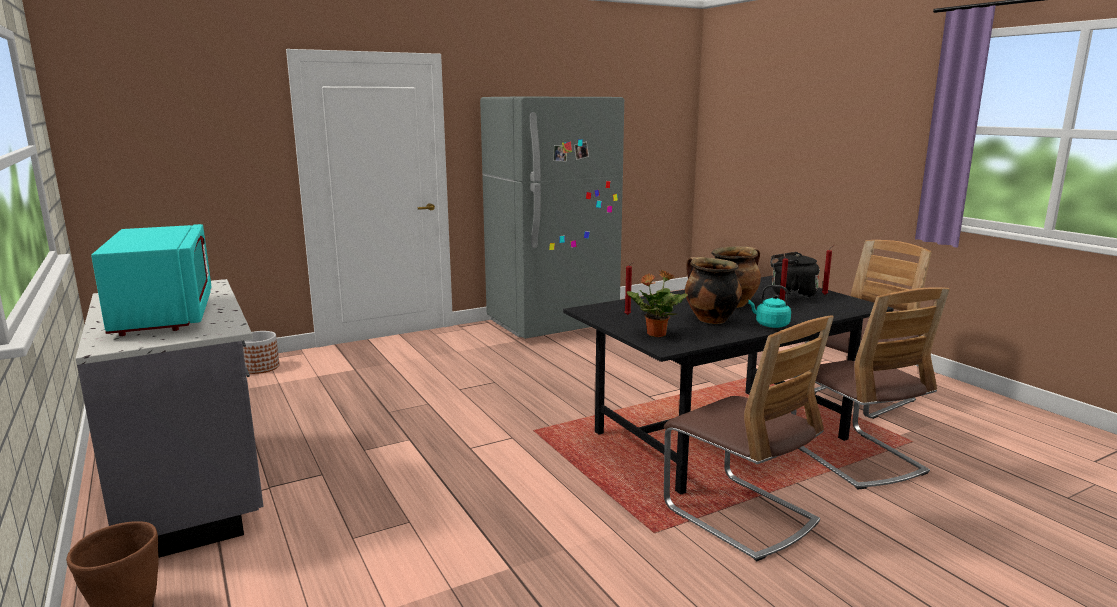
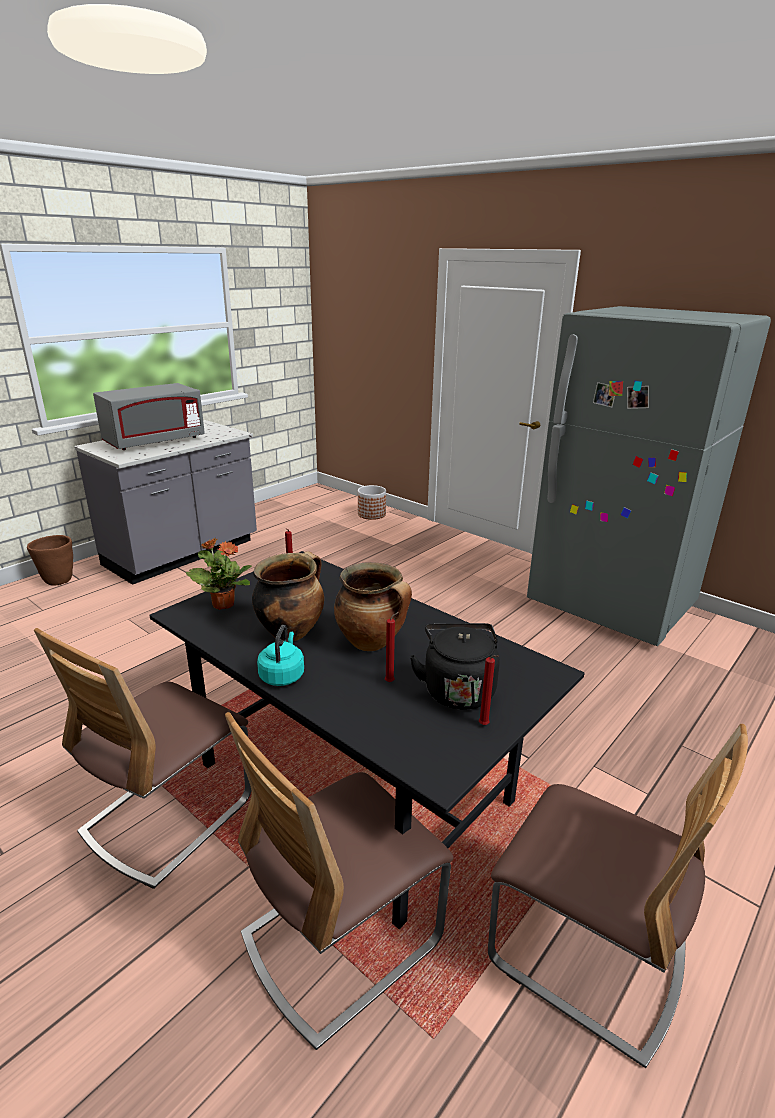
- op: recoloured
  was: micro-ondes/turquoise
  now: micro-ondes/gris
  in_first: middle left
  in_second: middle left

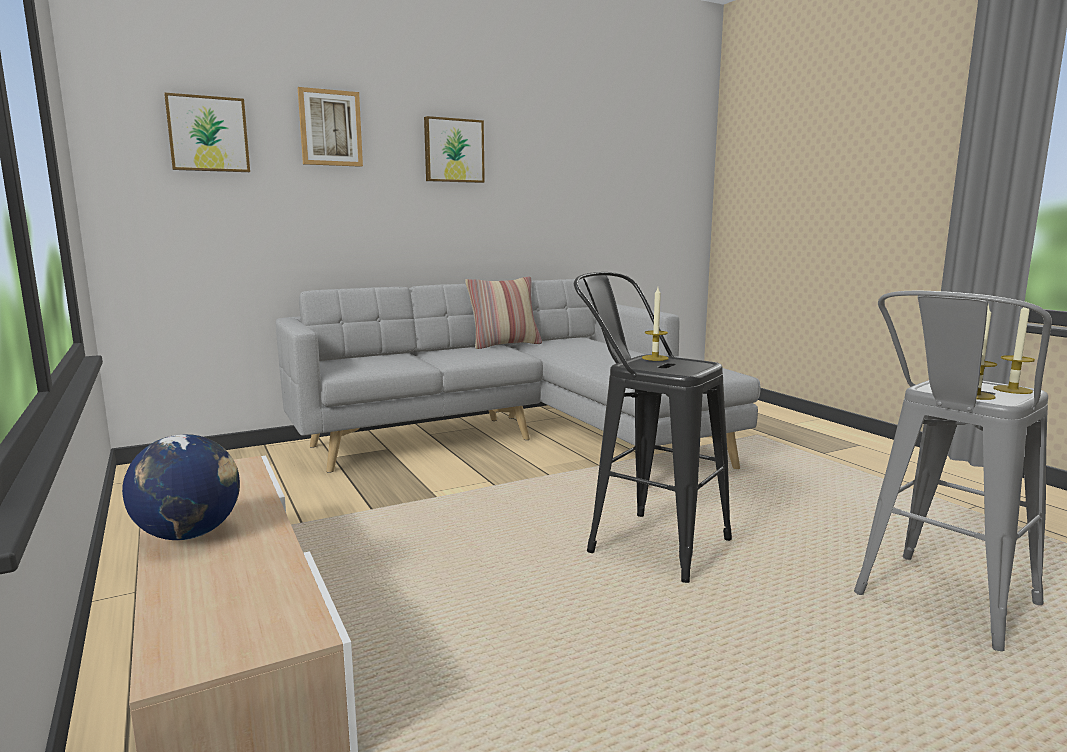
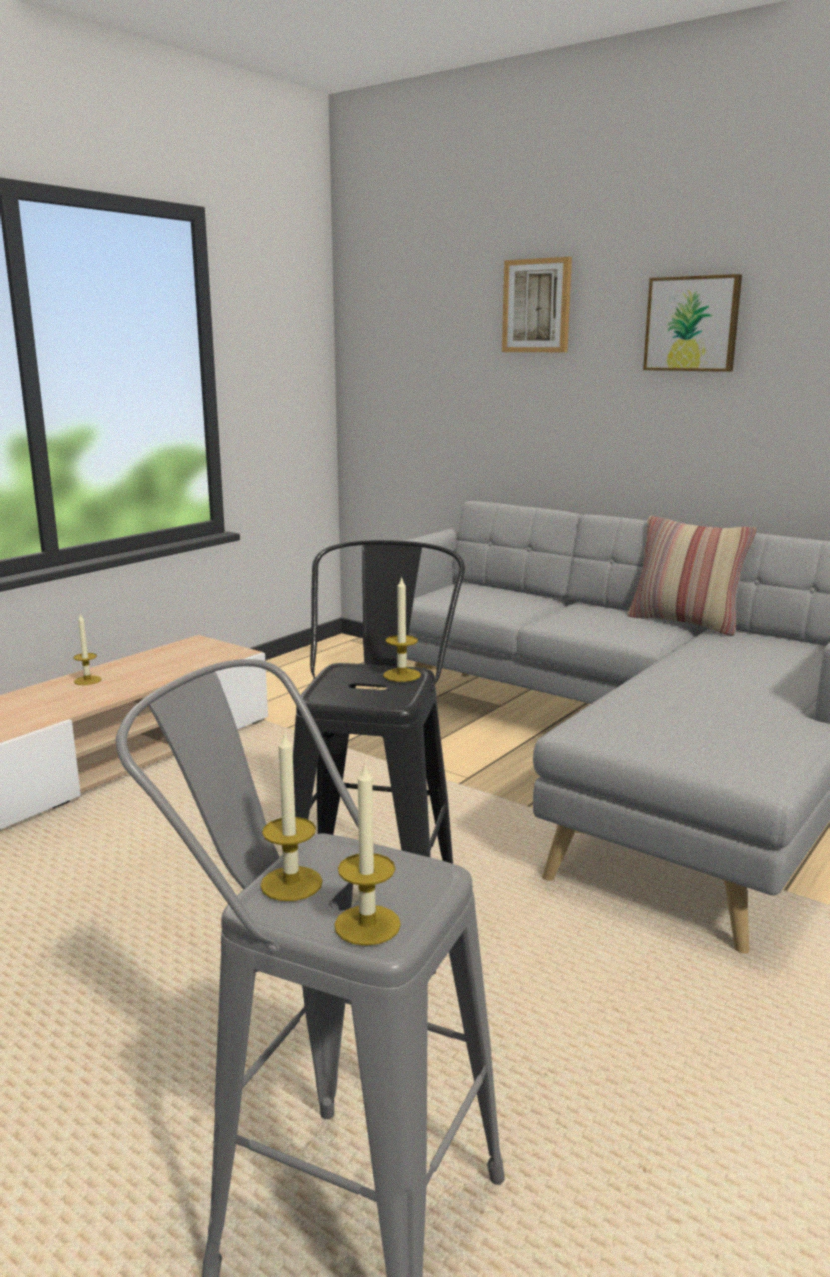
- op: removed
  was: tableau (1st from left)
  in_first: top left
- op: replaced
  was: globe
  now: bougie (1st from left)
  in_first: middle left
  in_second: middle left

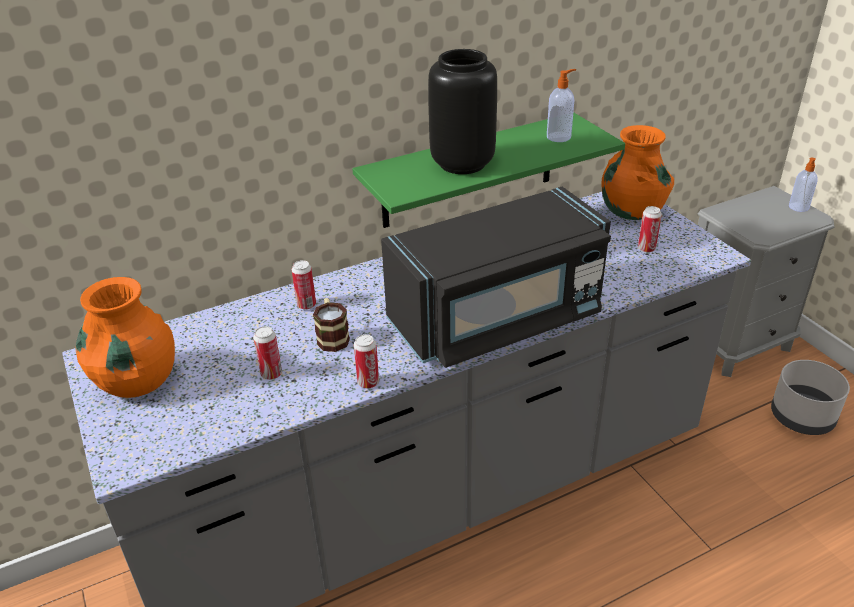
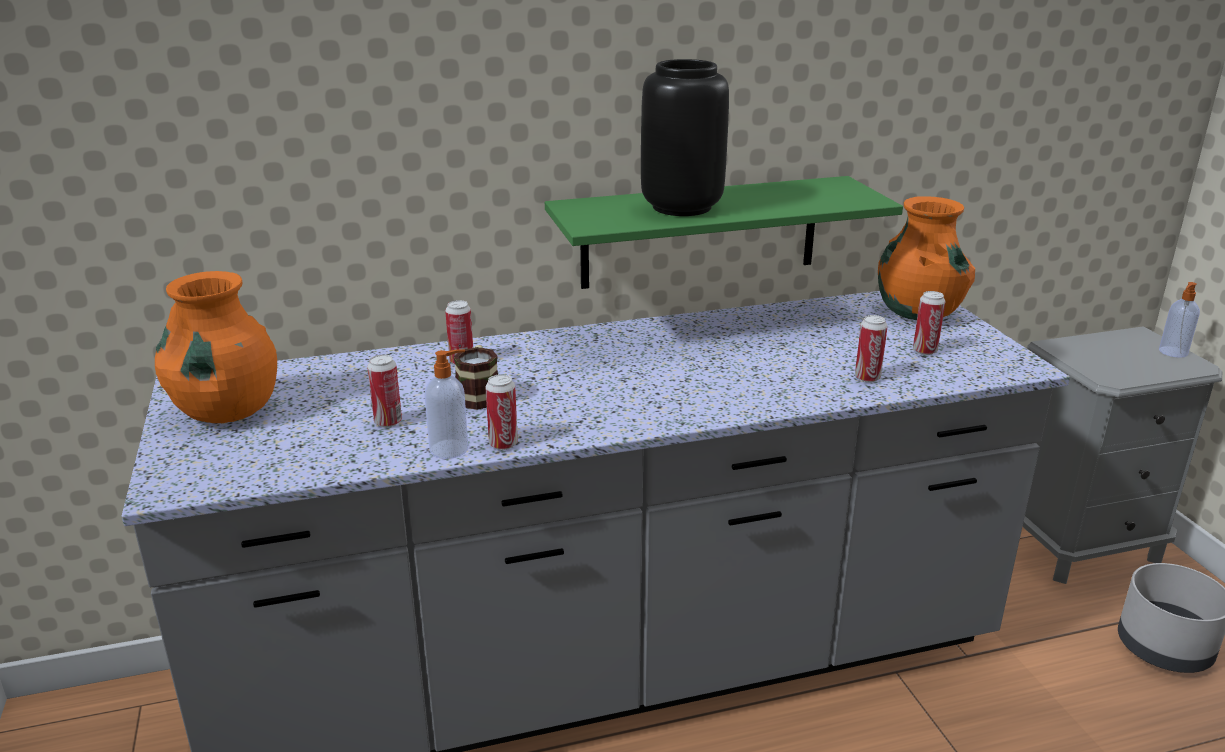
- op: moved
  was: distributeur de savon (1st from left)
  in_first: top centre
  in_second: centre
- op: removed
  was: micro-ondes/noir
  in_first: centre
- op: added
  now: boîte métallique (4th from left)
  in_second: middle right

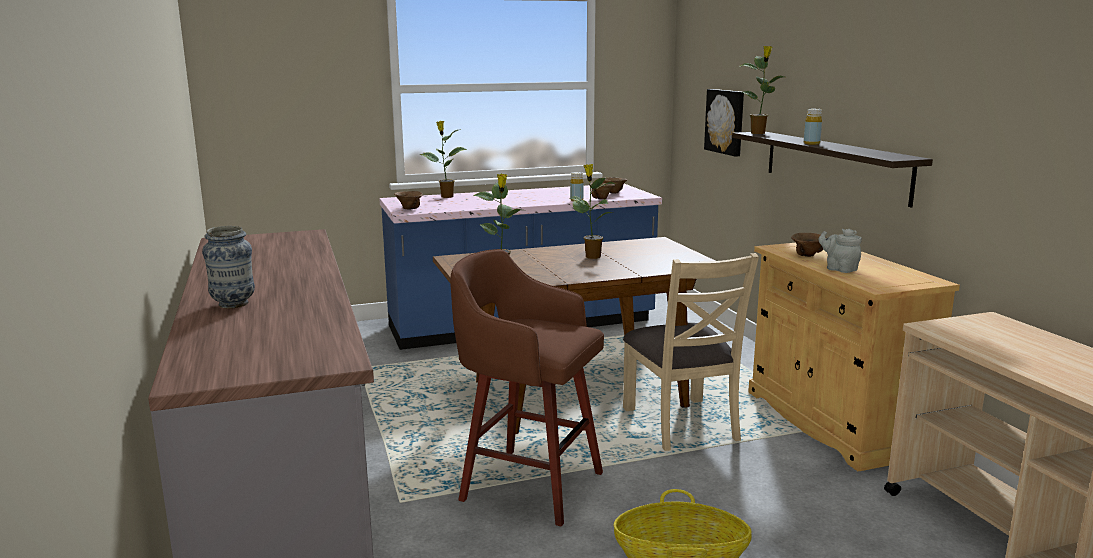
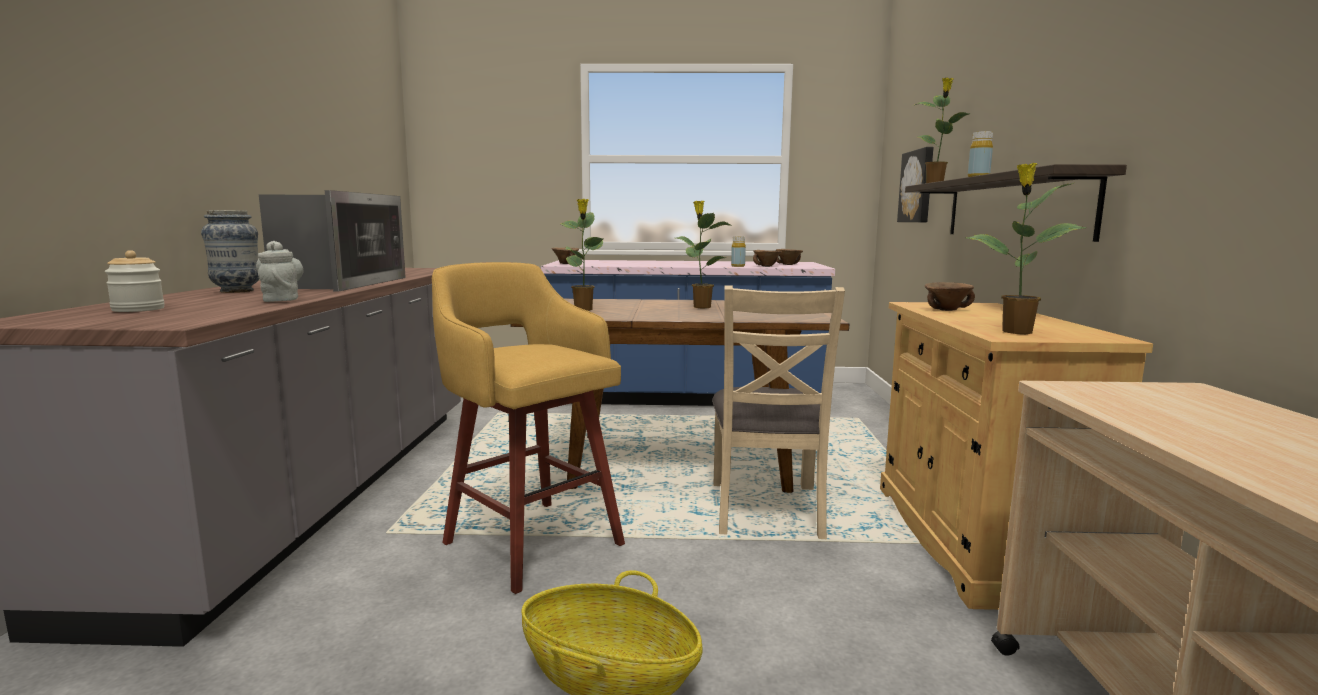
- op: moved
  was: plante en pot (1st from left in the first image)
  now: plante en pot (4th from left)
  in_first: top centre
  in_second: middle right
- op: moved
  was: théière/gris
  in_first: middle right
  in_second: middle left
- op: recoloured
  was: tabouret/marron
  now: tabouret/jaune
  in_first: bottom centre
  in_second: centre
- op: added
  now: micro-ondes
  in_second: middle left
- op: added
  now: bocal
  in_second: middle left

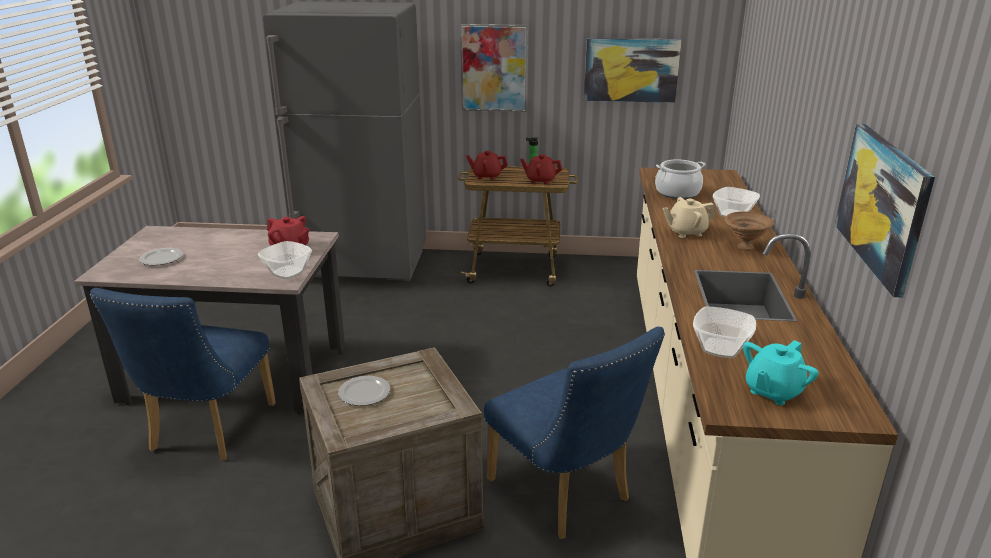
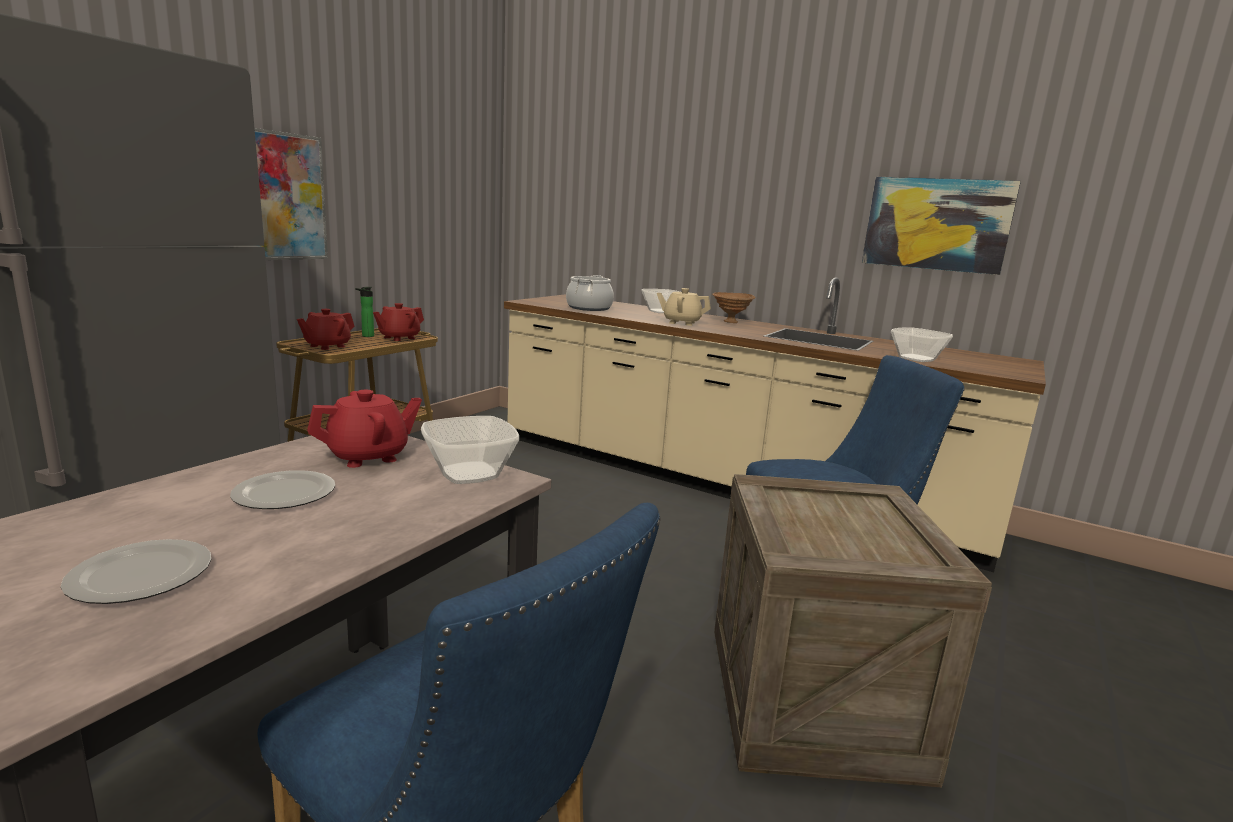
- op: removed
  was: tableau (2nd from left)
  in_first: top centre
- op: turned
  was: théière/beige
  in_first: middle right
  in_second: centre
  clockwise: 90
- op: removed
  was: théière/turquoise
  in_first: bottom right
- op: moved
  was: assiette (2nd from left)
  in_first: bottom centre
  in_second: middle left

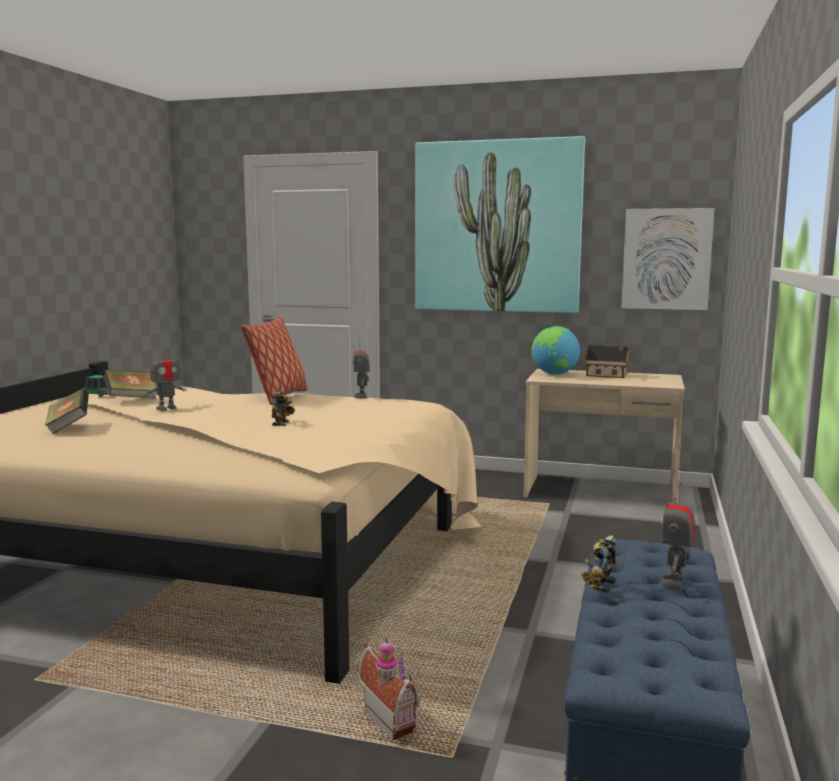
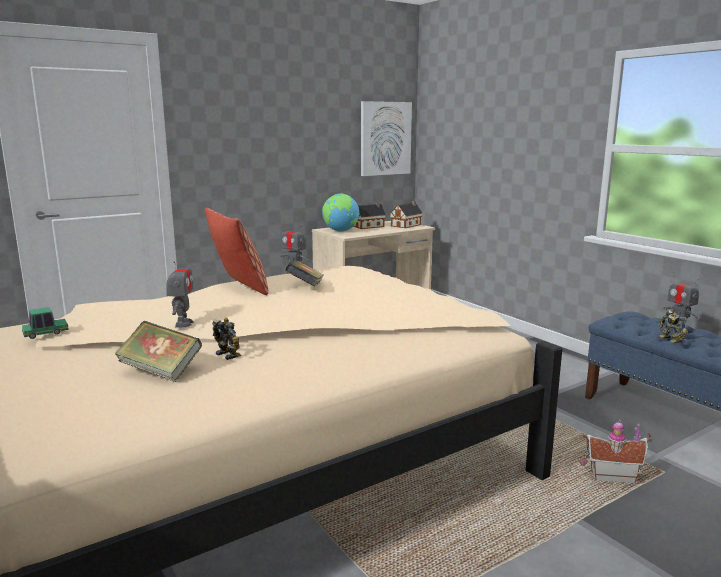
- op: removed
  was: tableau (1st from left)
  in_first: top centre
- op: moved
  was: livre (2nd from left)
  in_first: middle left
  in_second: centre
- op: moved
  was: robot jouet (2nd from left)
  in_first: centre
  in_second: middle left
- op: added
  now: maison miniature (2nd from left)
  in_second: centre

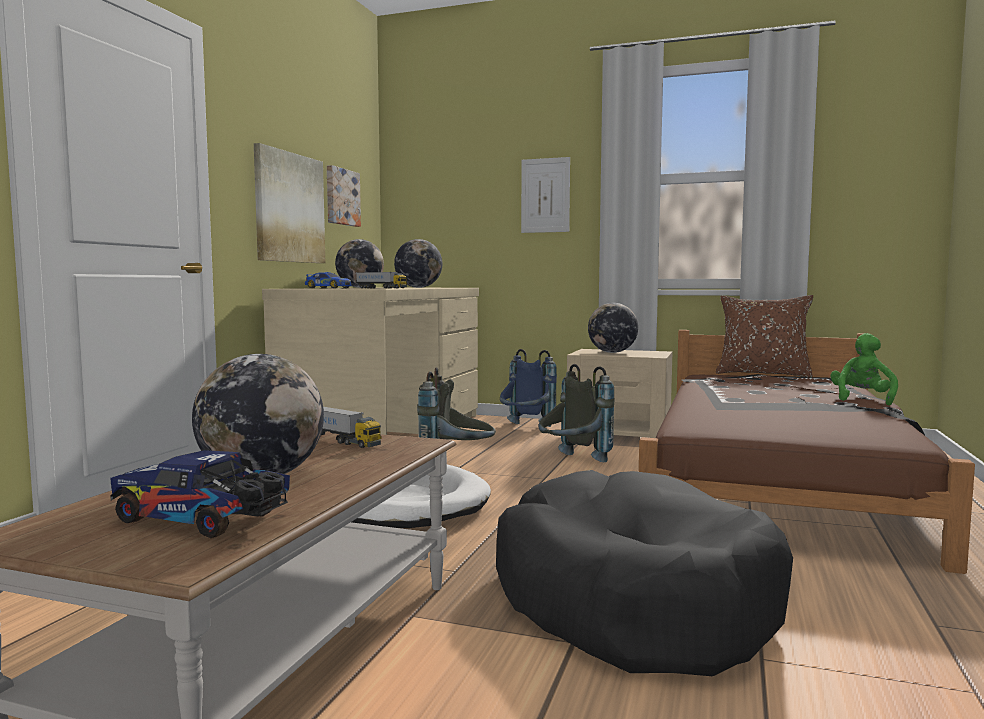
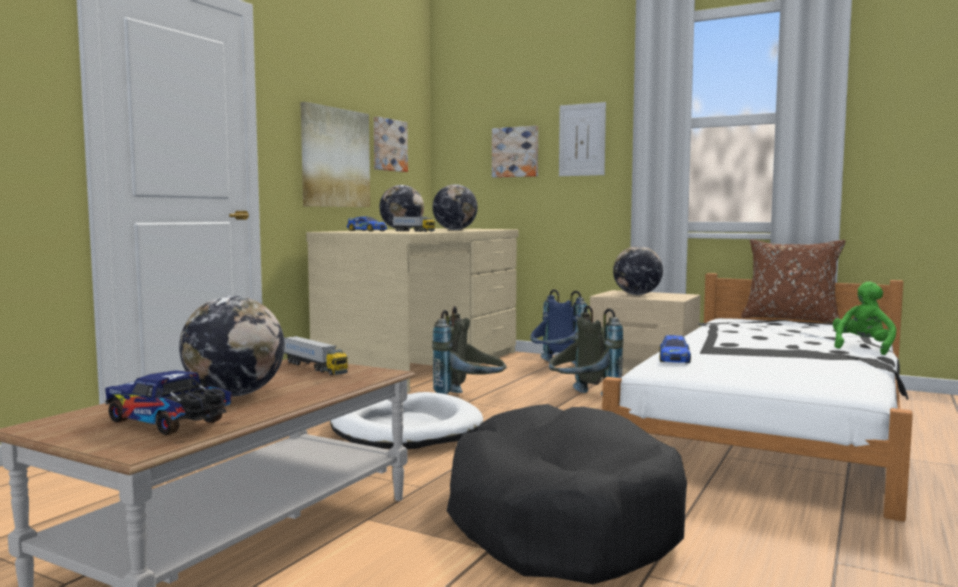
- op: recoloured
  was: lit/marron
  now: lit/blanc
  in_first: middle right
  in_second: bottom right
- op: added
  now: tableau (3rd from left)
  in_second: top centre
- op: added
  now: petite voiture (2nd from left)
  in_second: middle right

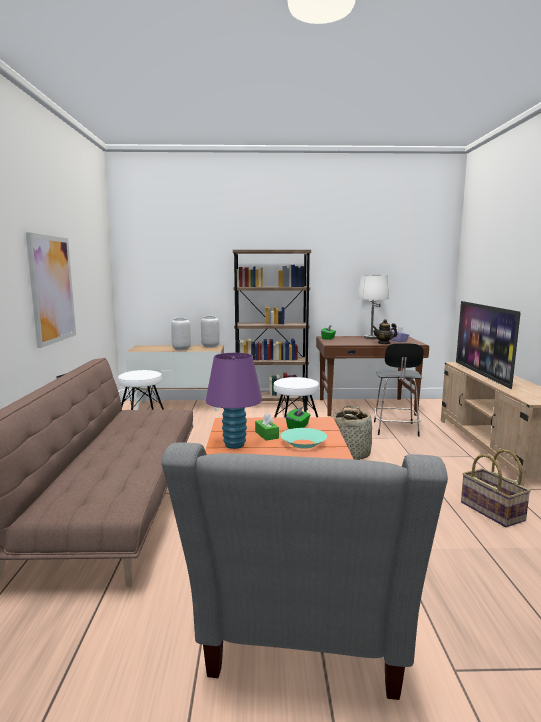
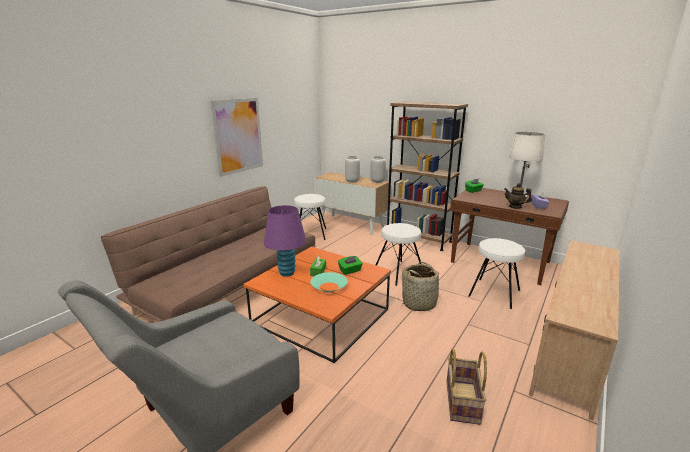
- op: removed
  was: téléviseur
  in_first: middle right
- op: replaced
  was: chaise/noir
  now: tabouret/blanc (3rd from left)
  in_first: middle right
  in_second: middle right

